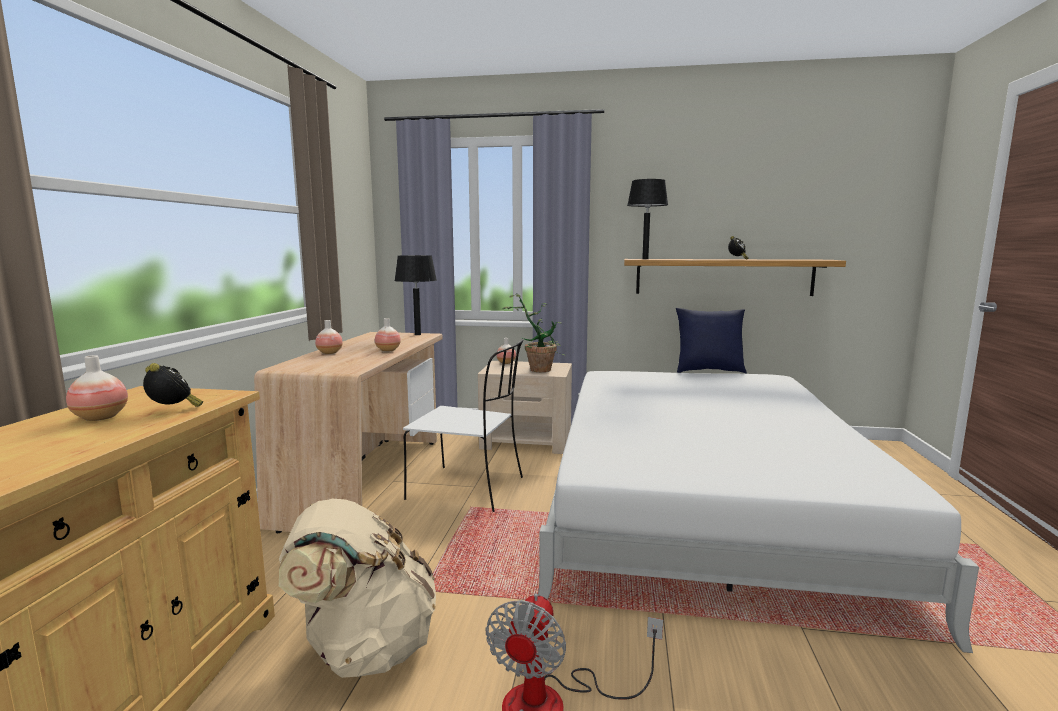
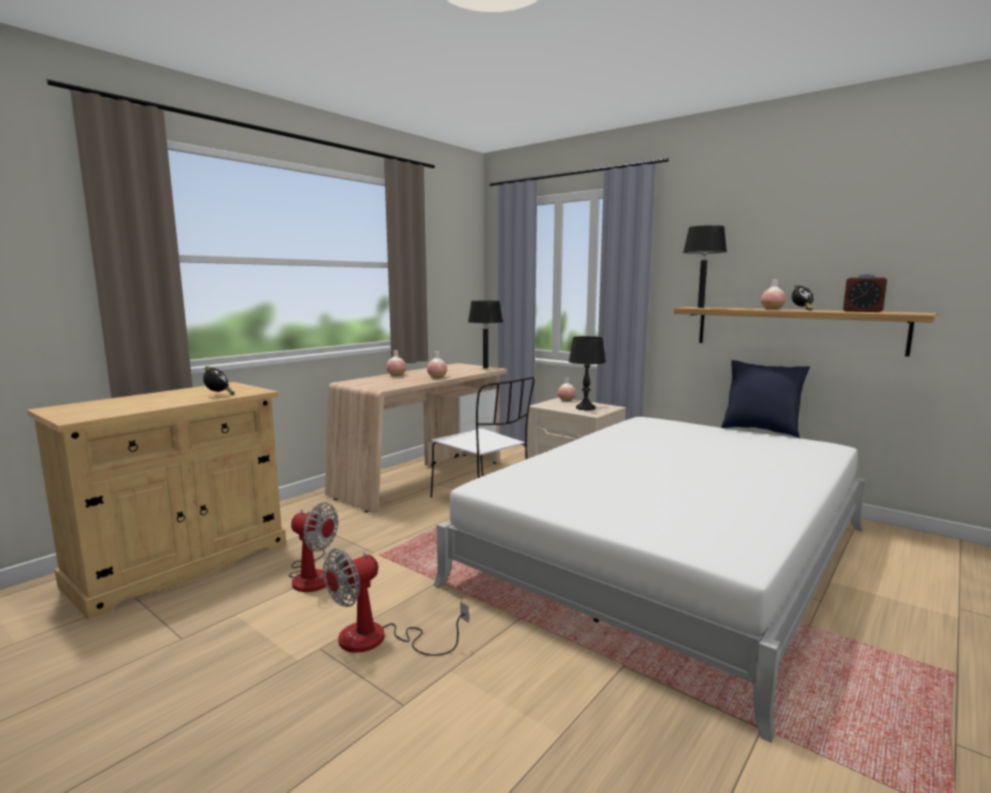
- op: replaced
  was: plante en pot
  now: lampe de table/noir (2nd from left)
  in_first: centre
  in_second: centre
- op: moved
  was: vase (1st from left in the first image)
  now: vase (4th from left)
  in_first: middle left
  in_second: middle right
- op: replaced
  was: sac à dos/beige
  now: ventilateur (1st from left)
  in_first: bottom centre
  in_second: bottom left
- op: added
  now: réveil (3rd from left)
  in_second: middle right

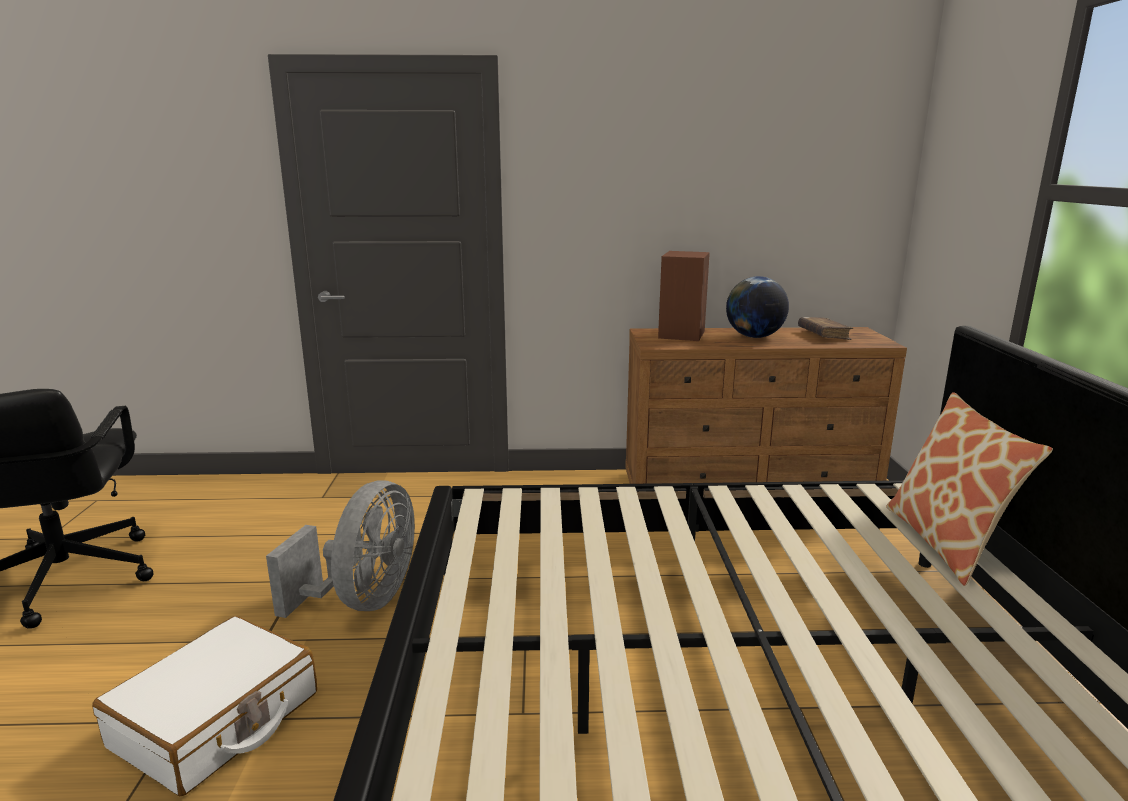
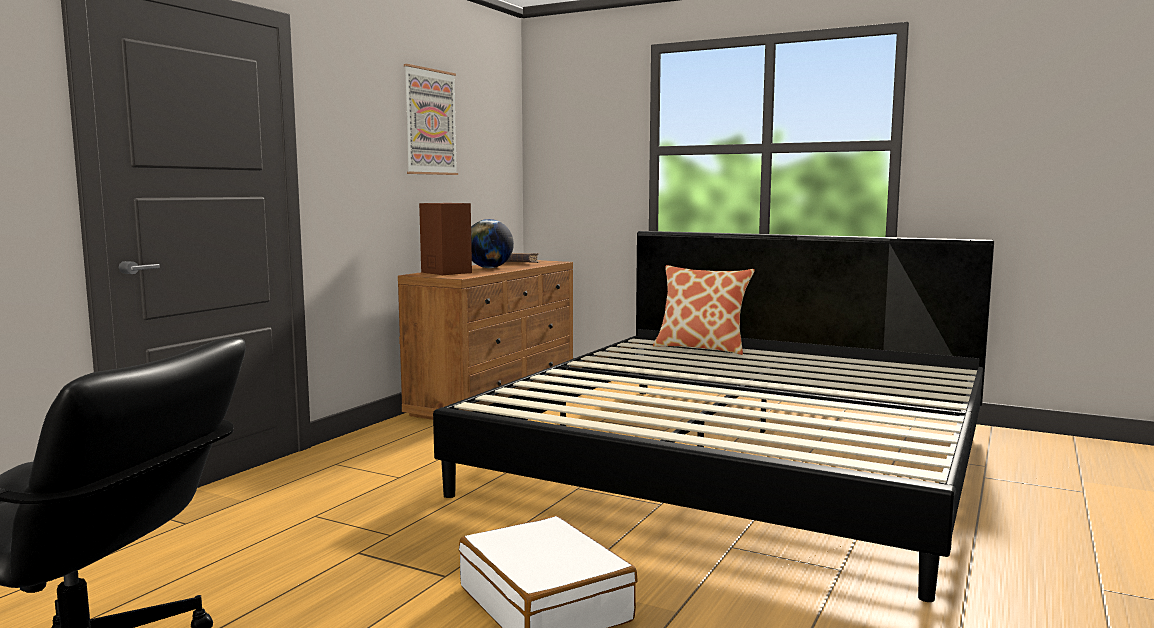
- op: removed
  was: ventilateur/gris
  in_first: bottom left
- op: added
  now: tableau
  in_second: top centre

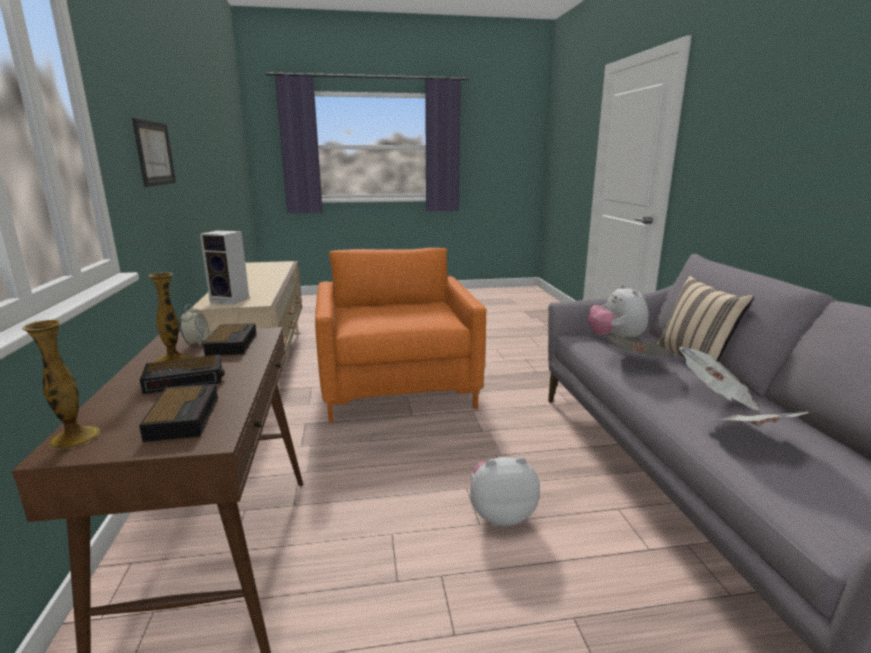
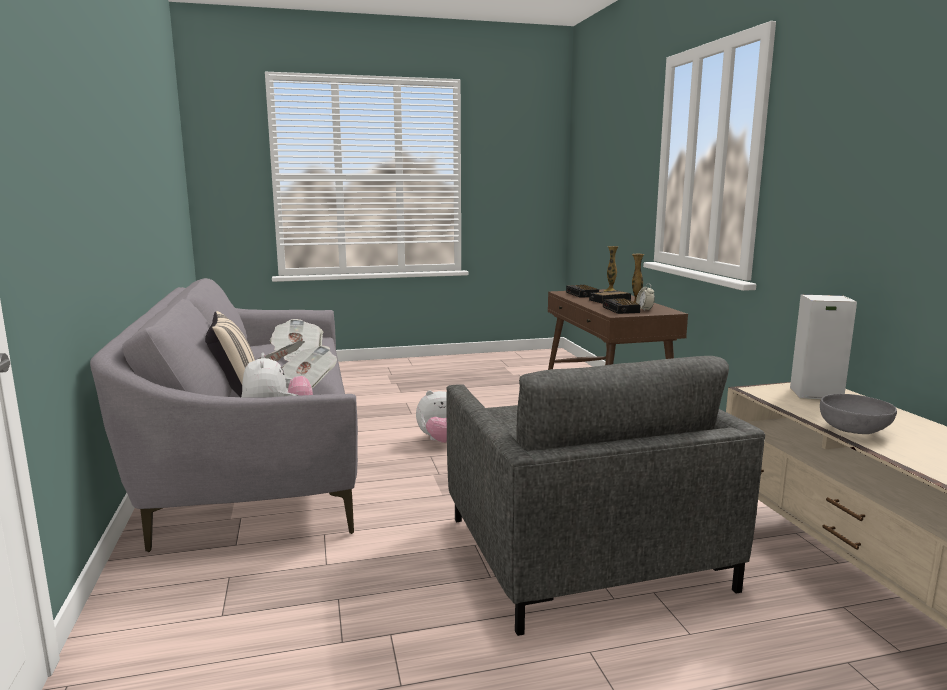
- op: removed
  was: tableau
  in_first: top left
- op: recoloured
  was: fauteuil/orange
  now: fauteuil/gris
  in_first: centre
  in_second: bottom centre
- op: added
  now: bol/gris
  in_second: middle right

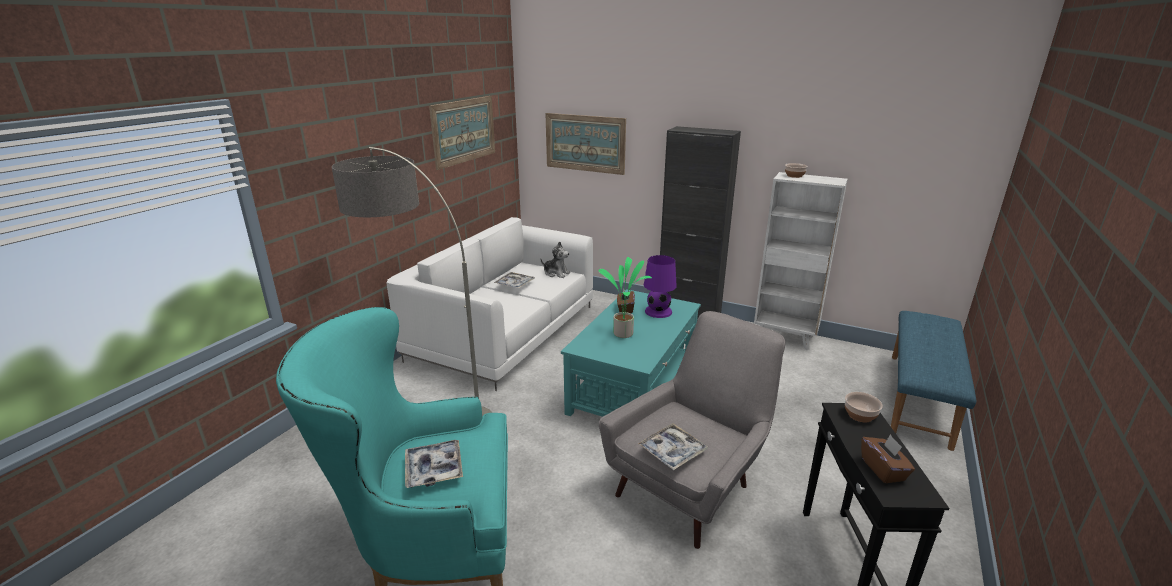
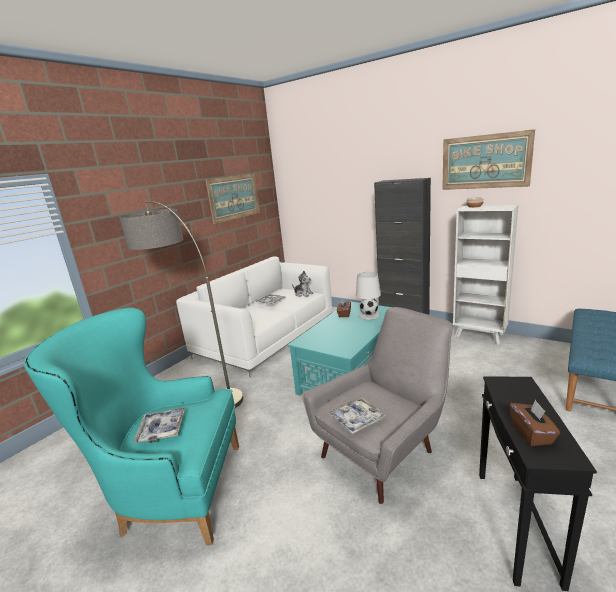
- op: moved
  was: tableau (2nd from left)
  in_first: top centre
  in_second: top right
- op: recoloured
  was: lampe de table/violet
  now: lampe de table/blanc
  in_first: centre
  in_second: centre
- op: removed
  was: plante en pot
  in_first: centre
- op: removed
  was: bol (2nd from left)
  in_first: bottom right

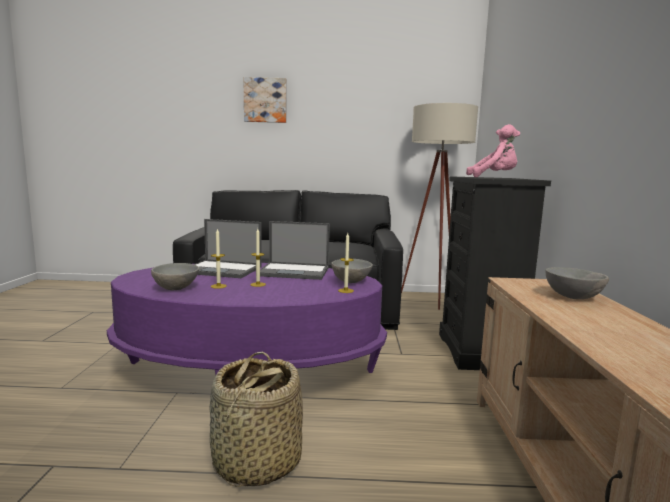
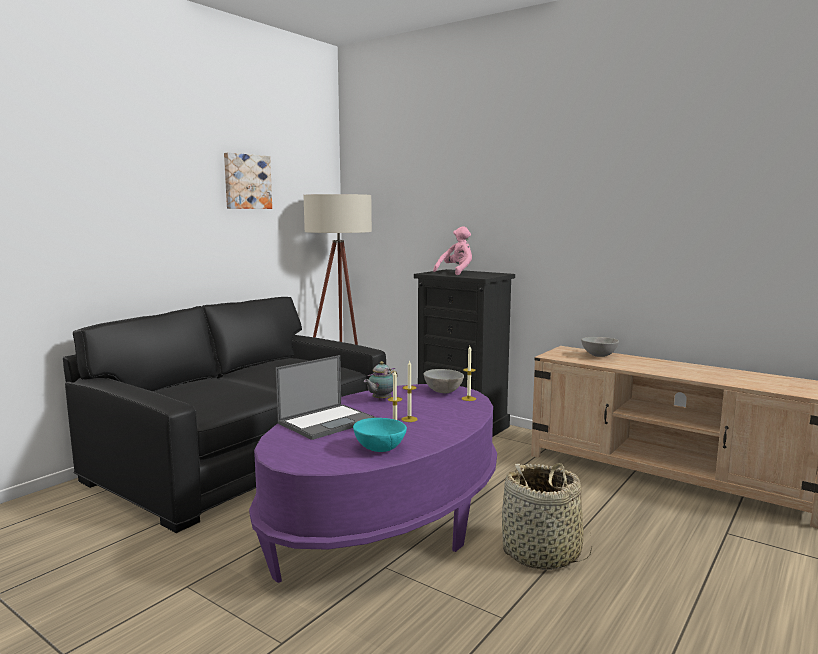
- op: moved
  was: tableau
  in_first: top centre
  in_second: top left
- op: replaced
  was: ordinateur portable (2nd from left)
  now: théière
  in_first: centre
  in_second: centre
- op: recoloured
  was: bol/gris (1st from left)
  now: bol/turquoise
  in_first: middle left
  in_second: centre

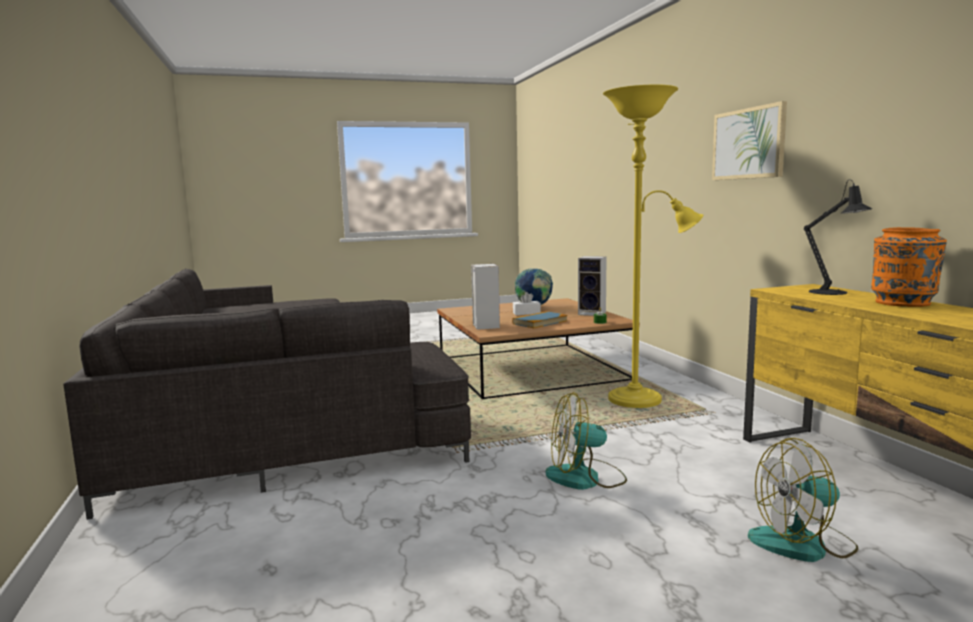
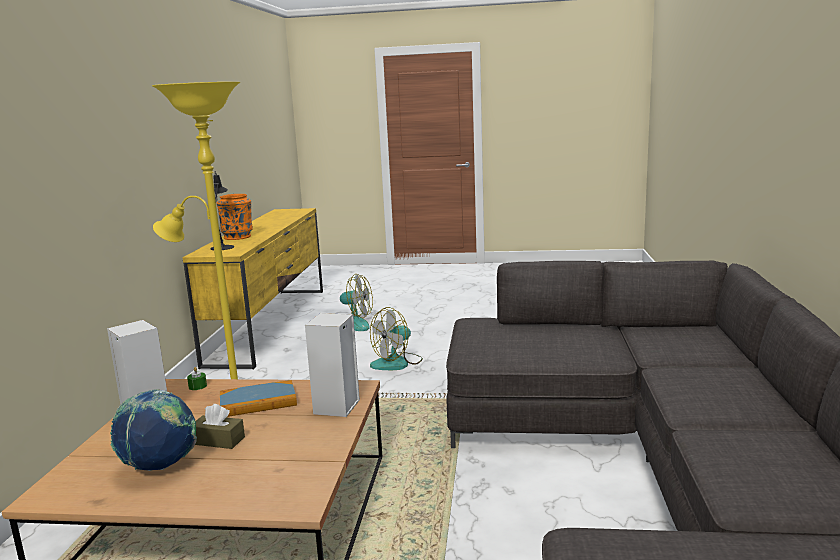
- op: removed
  was: tableau
  in_first: top right
- op: recoloured
  was: boîte à mouchoirs/blanc
  now: boîte à mouchoirs/marron
  in_first: centre
  in_second: bottom left
- op: turned
  was: ventilateur (1st from left in the first image)
  in_first: bottom centre
  in_second: centre
  clockwise: 120

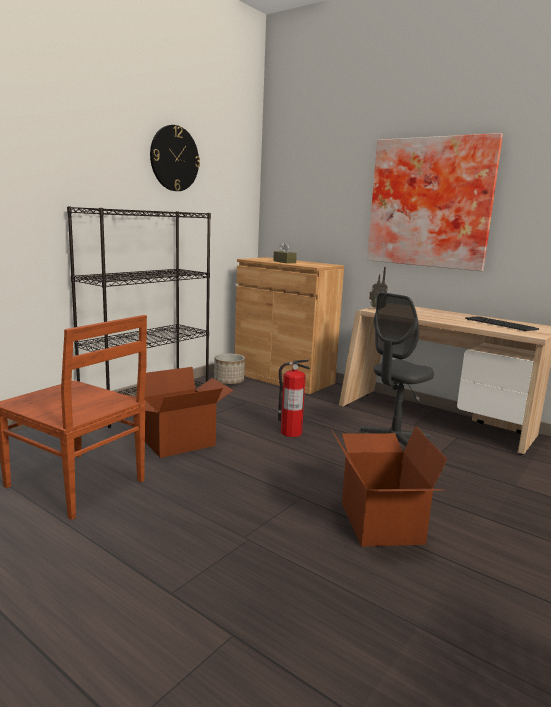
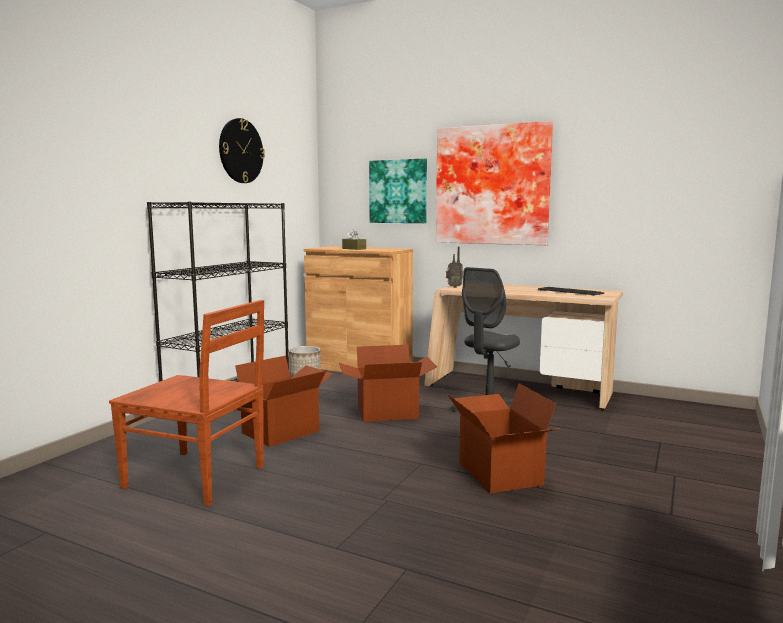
- op: replaced
  was: extincteur
  now: carton (2nd from left)
  in_first: centre
  in_second: centre
- op: added
  now: tableau (1st from left)
  in_second: top centre

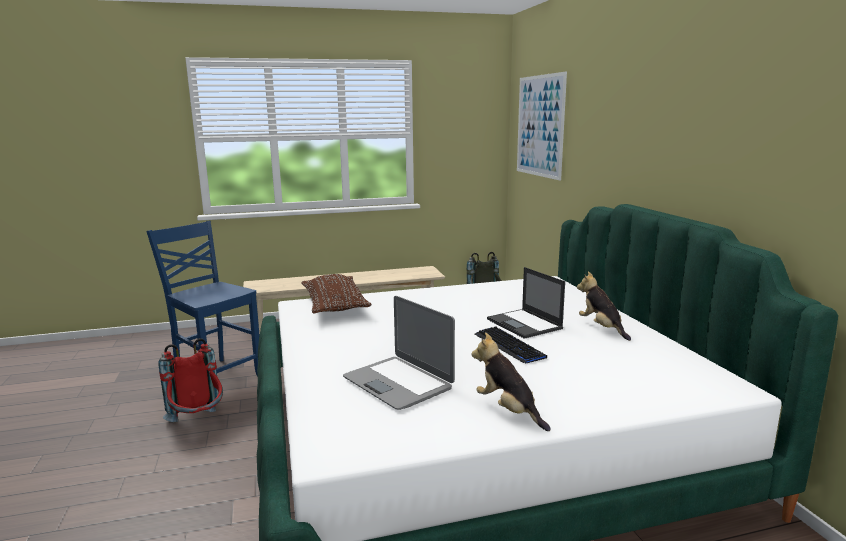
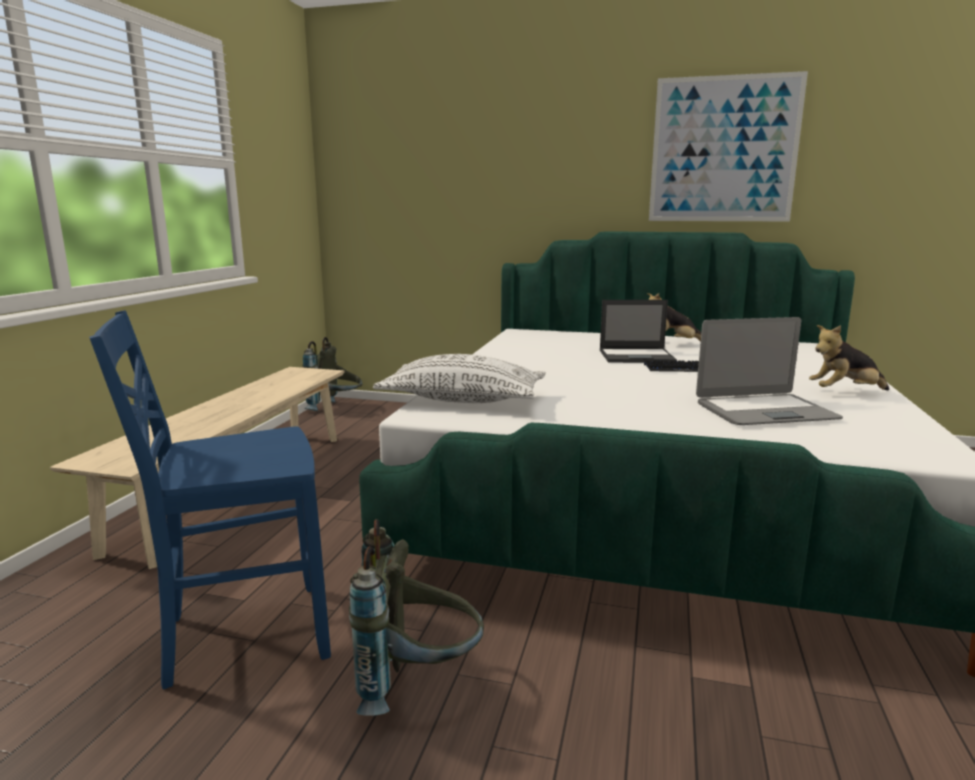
- op: moved
  was: tableau
  in_first: top centre
  in_second: top right
- op: recoloured
  was: coussin/marron
  now: coussin/blanc
  in_first: centre
  in_second: centre
- op: recoloured
  was: sac à dos/rouge
  now: sac à dos/gris (2nd from left)
  in_first: bottom left
  in_second: bottom centre

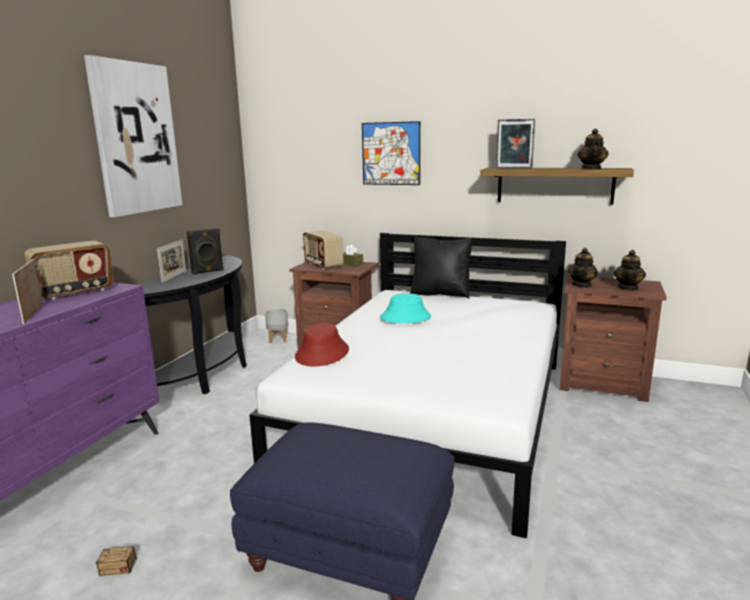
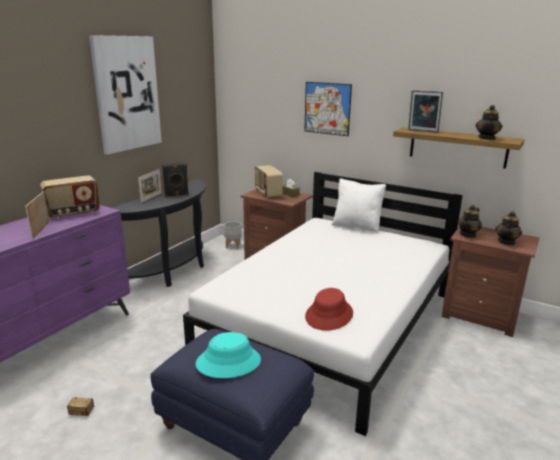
- op: recoloured
  was: coussin/noir
  now: coussin/blanc
  in_first: centre
  in_second: centre
- op: moved
  was: chapeau/turquoise
  in_first: centre
  in_second: bottom centre
- op: moved
  was: chapeau/rouge
  in_first: centre
  in_second: bottom centre

